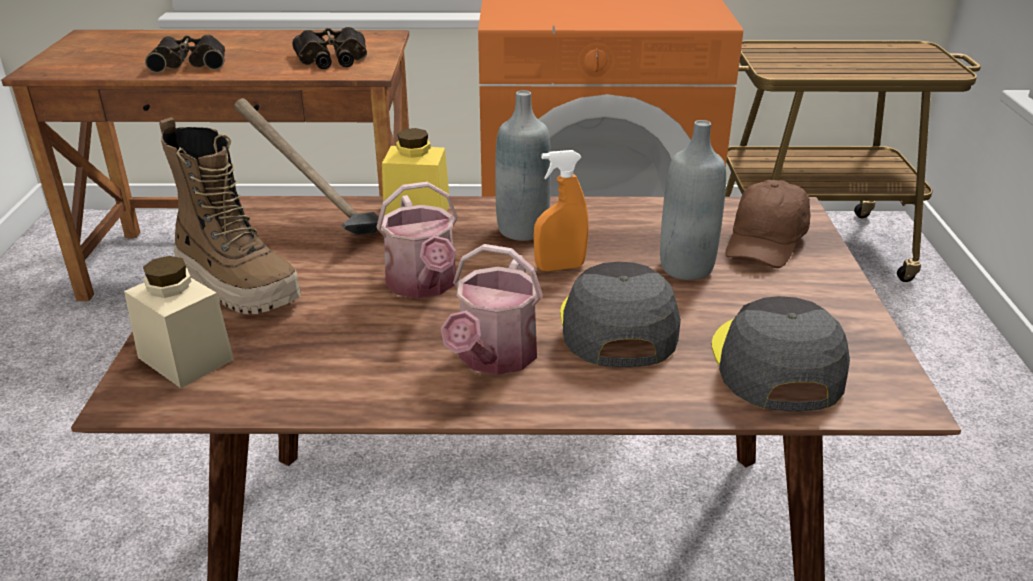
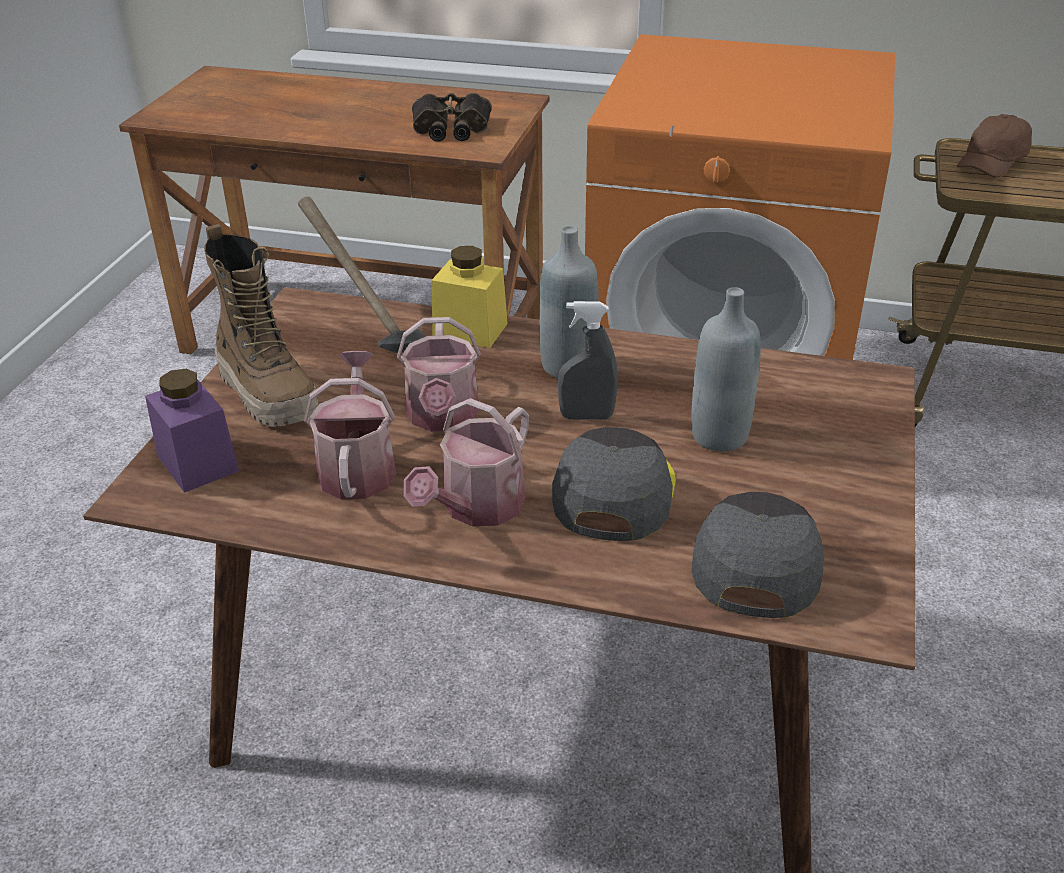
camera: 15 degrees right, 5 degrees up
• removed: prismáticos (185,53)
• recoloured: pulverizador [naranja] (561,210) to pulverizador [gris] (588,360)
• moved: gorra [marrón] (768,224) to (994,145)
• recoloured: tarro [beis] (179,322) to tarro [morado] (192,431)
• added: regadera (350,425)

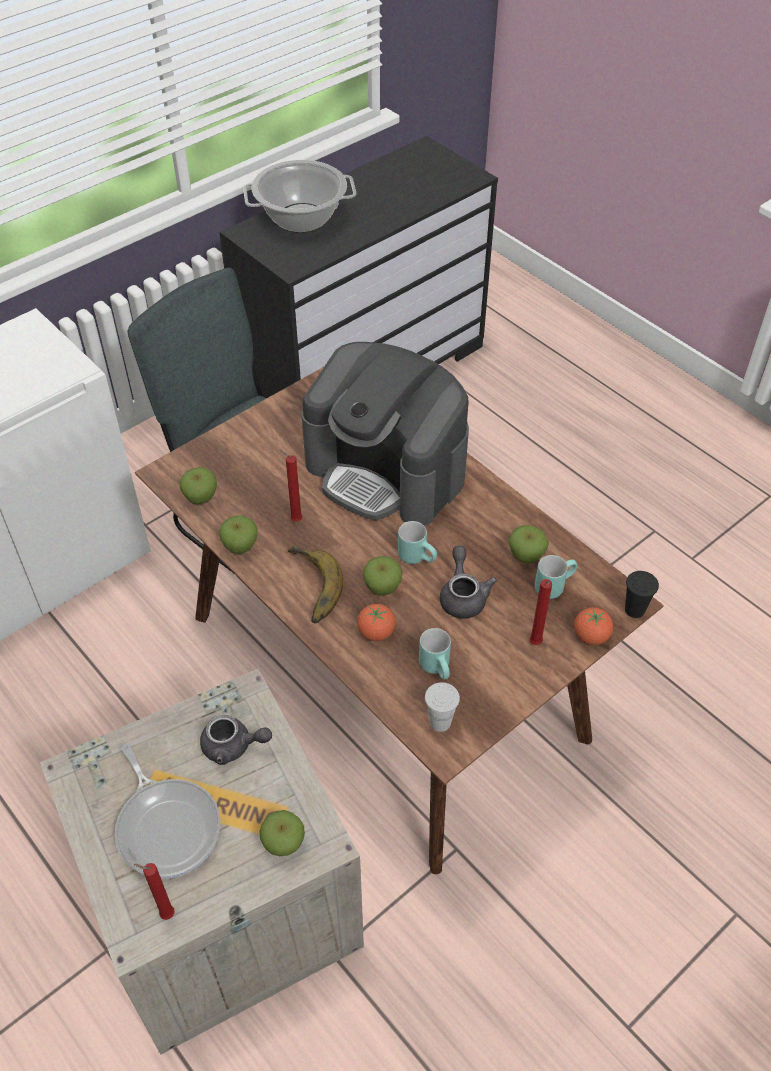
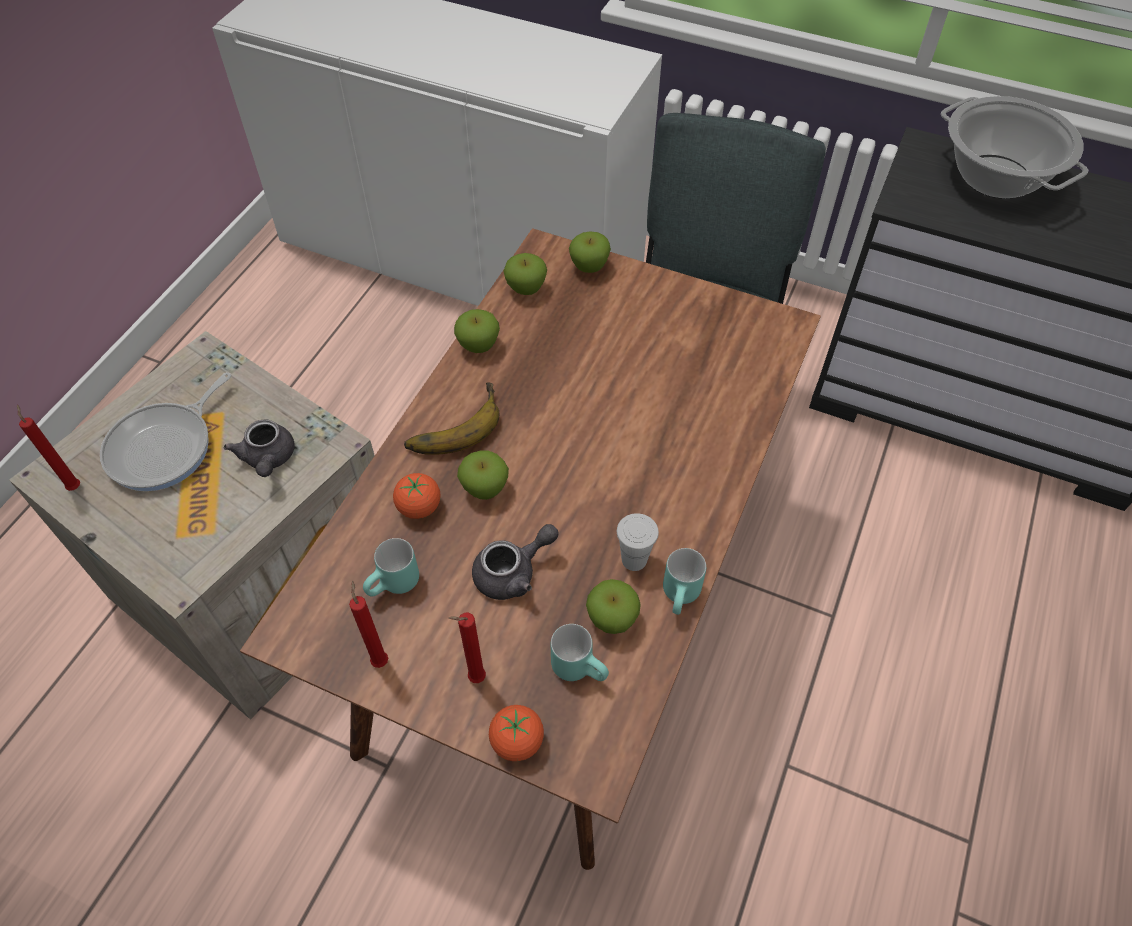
camera: 65 degrees right, 5 degrees up
• removed: cafetera (385,434)
• moved: vela [rojo] (291,486) to (368,624)
• moved: taza grande [turquesa] (417,542) to (684,581)
• removed: taza [negro] (642,594)
• moved: taza [blanco] (442,707) to (638,542)
• moved: manzana (282,833) to (590,252)

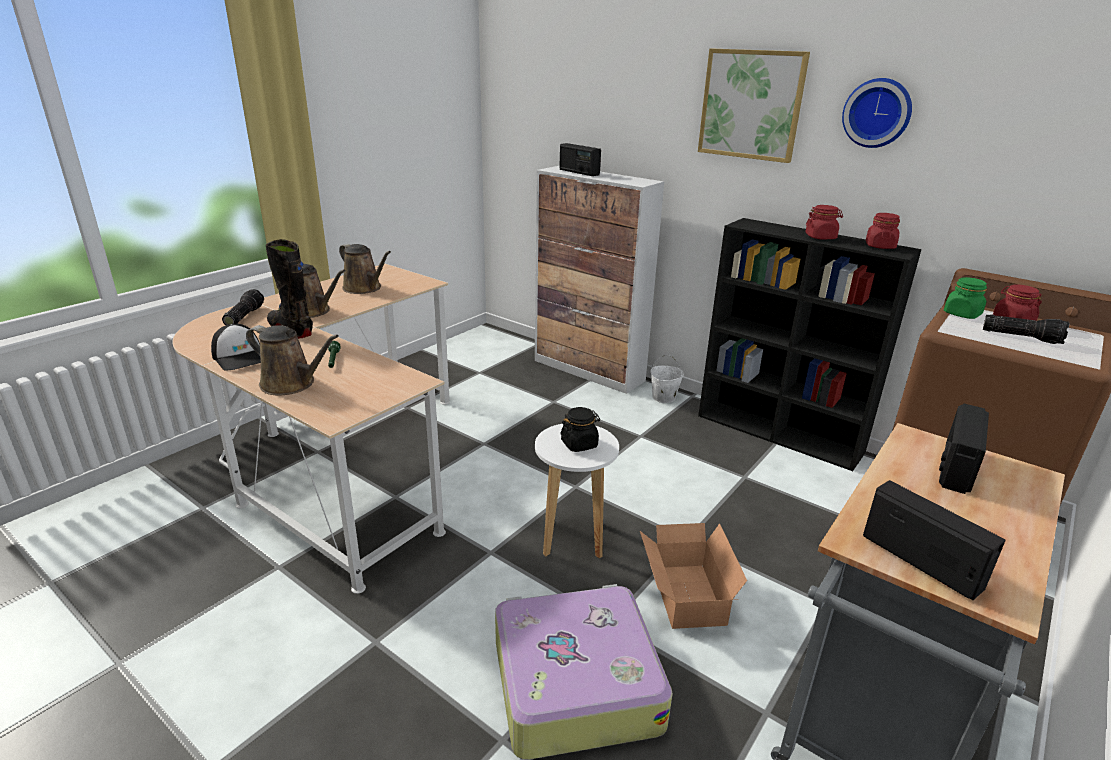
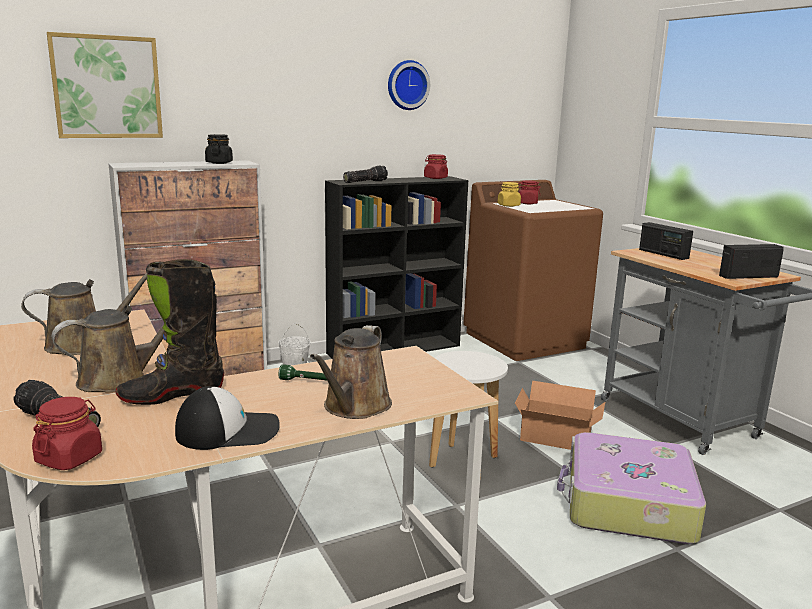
camera: 65 degrees left, 10 degrees down
• moved: cuadro (754,106) to (105,85)
• removed: radio (580,159)
• moved: tarro [rojo] (824,222) to (67,433)
• recoloured: tarro [verde] (965,298) to tarro [amarillo] (509,194)
• moved: linterna (1026,329) to (365,174)
• turned: regadera [marrón] (292,360) = (351,372) 150 degrees clockwise
• moved: tarro [negro] (580,429) to (219,149)

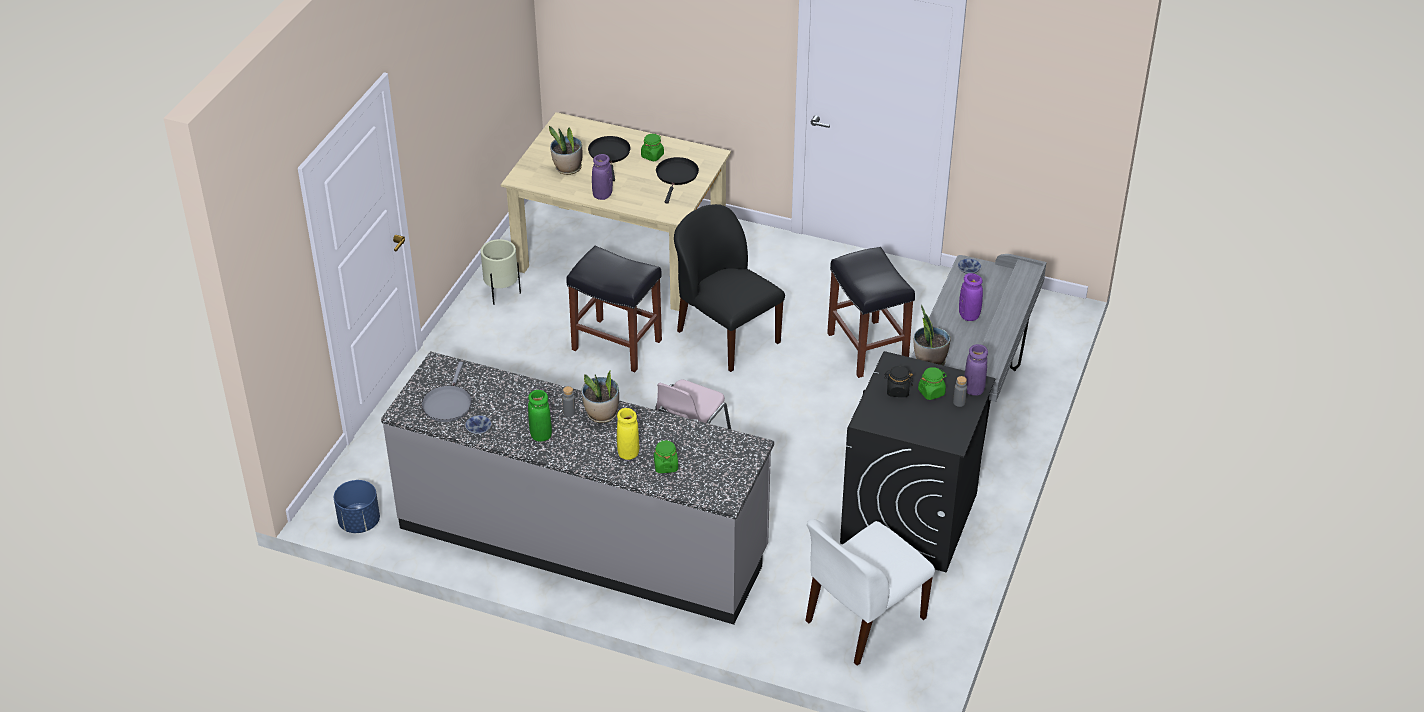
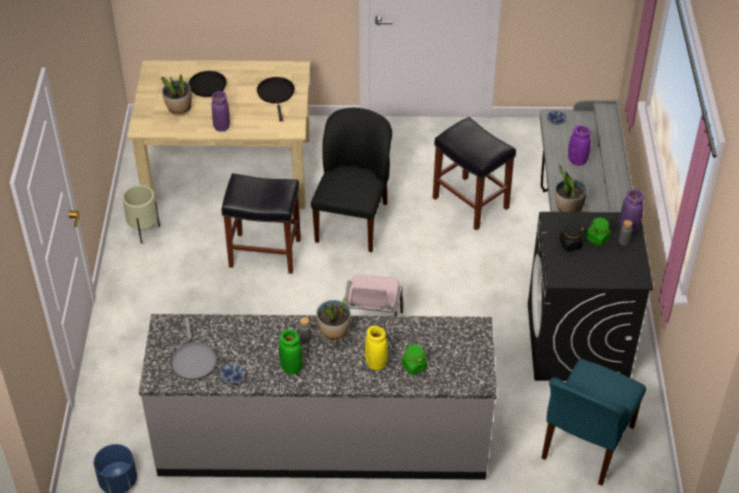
camera: 20 degrees left, 5 degrees up
• removed: tarro [verde] (652,147)
• turned: silla [negro] (729,288) = (351,180) 75 degrees clockwise
• recoloured: silla [blanco] (870,592) to silla [azul] (594,422)

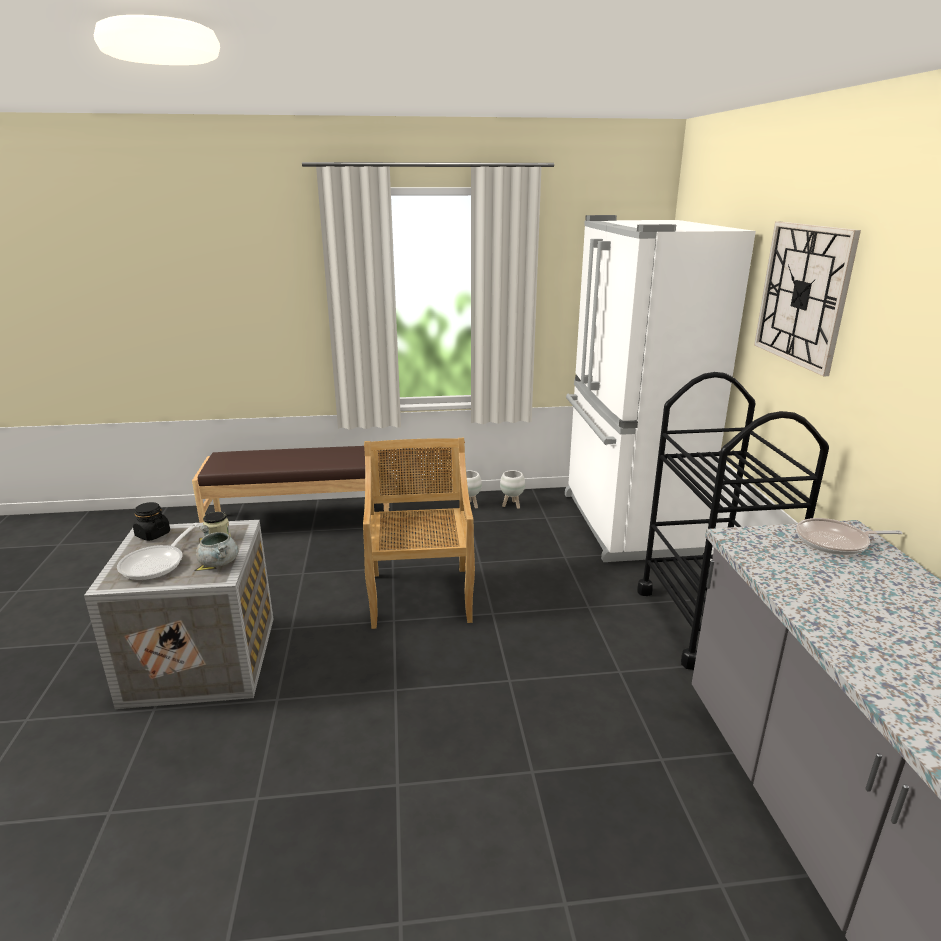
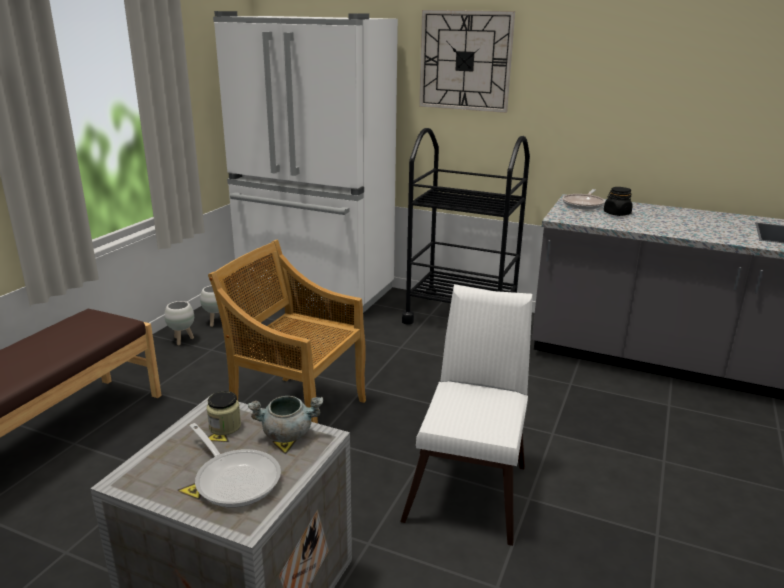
camera: 60 degrees left, 0 degrees up
• moved: tarro [negro] (151,521) to (618,201)
• added: silla [blanco] (466,415)

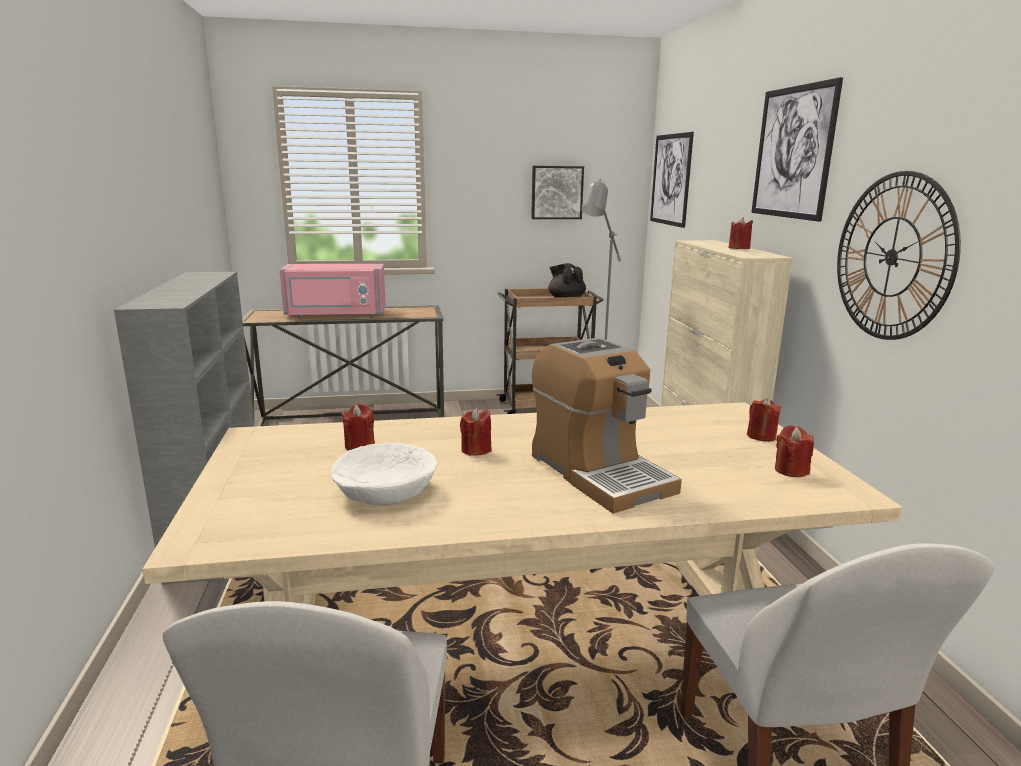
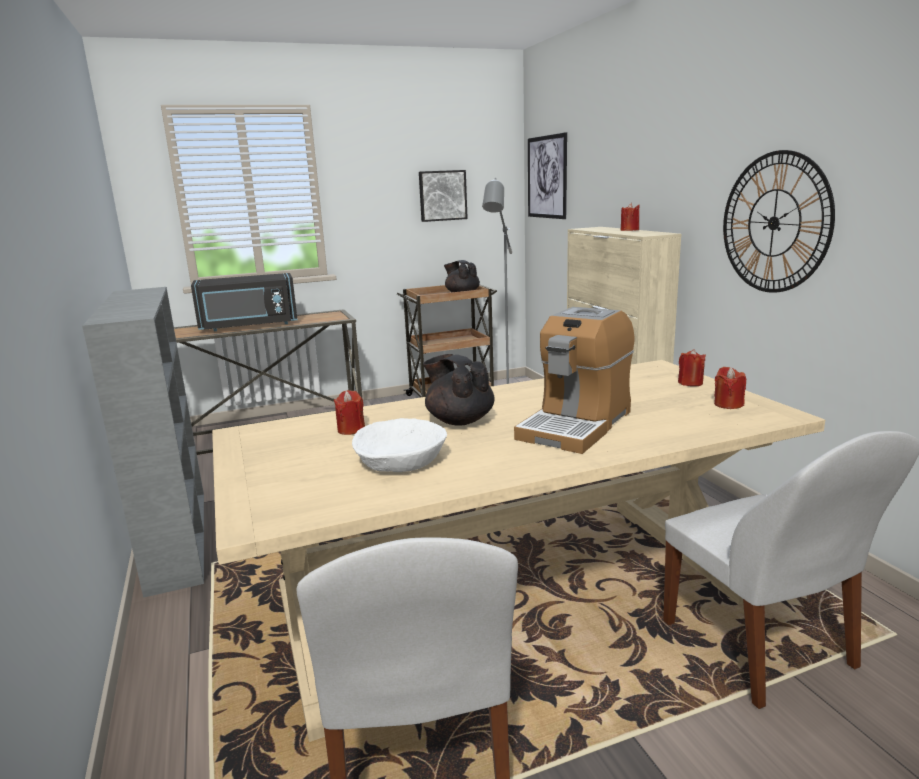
camera: 10 degrees left, 0 degrees up
• removed: cuadro (797,149)
• recoloured: microondas [rosa] (333,291) to microondas [negro] (244,302)
• turned: cafetera (607,425) = (574,380) 75 degrees clockwise
• replaced: vela [rojo] (476,432) to tetera [negro] (459,390)

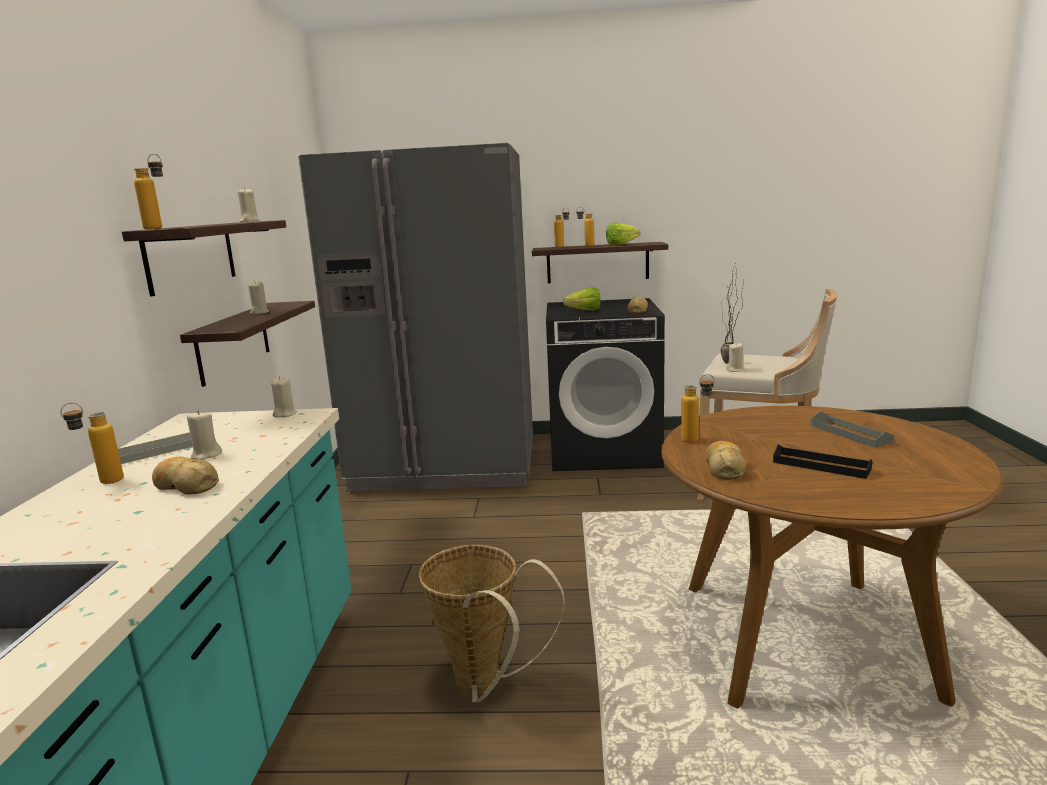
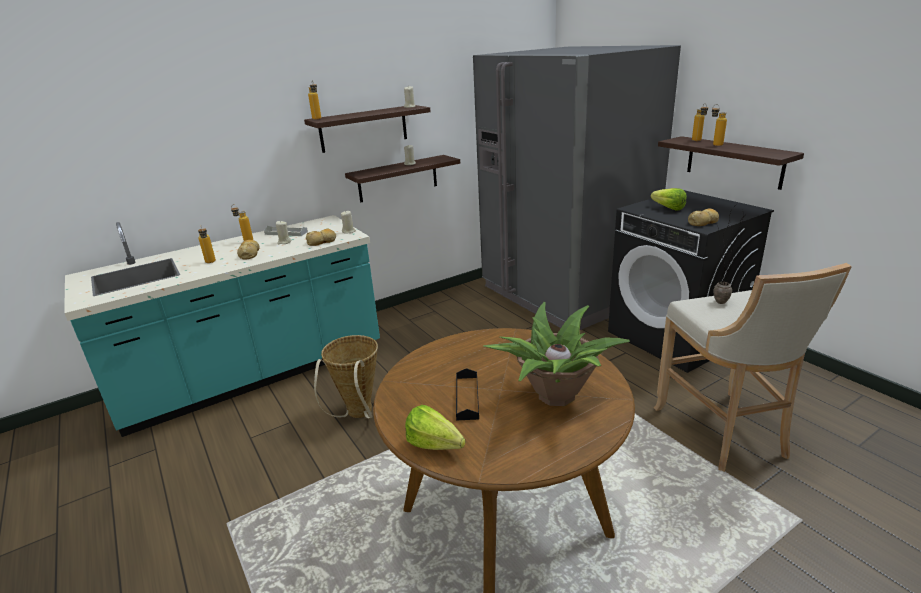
camera: 55 degrees right, 10 degrees up
• moved: lechuga (623,234) to (435,427)
• removed: vela [beis] (735,357)
• moved: botella (698,408) to (207,245)
• replaced: bandeja [gris] (852,429) to planta en maceta (556,354)
• moved: pan (725,460) to (321,237)

